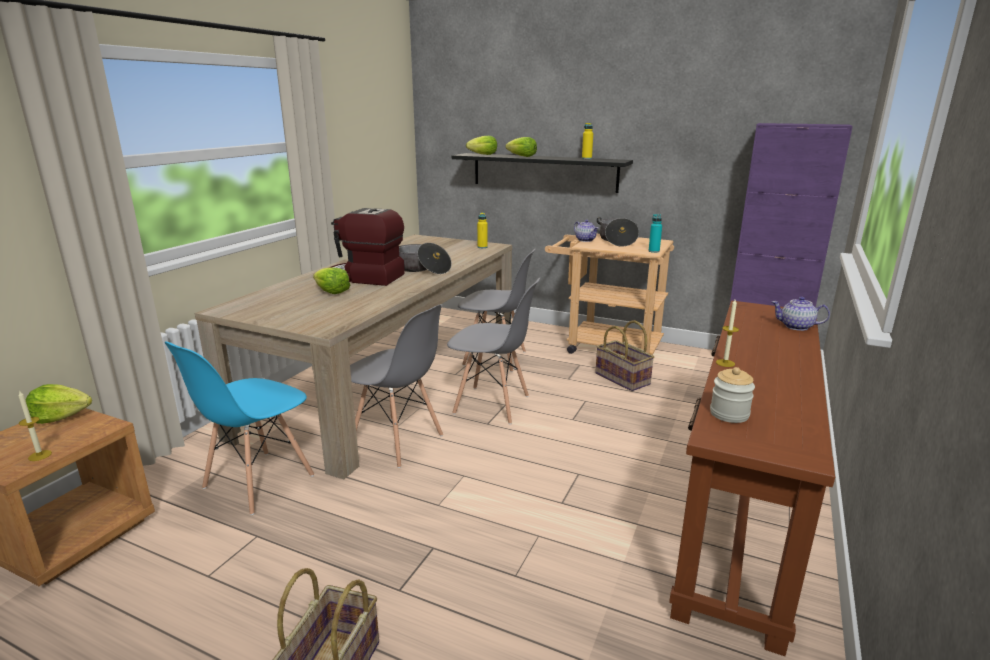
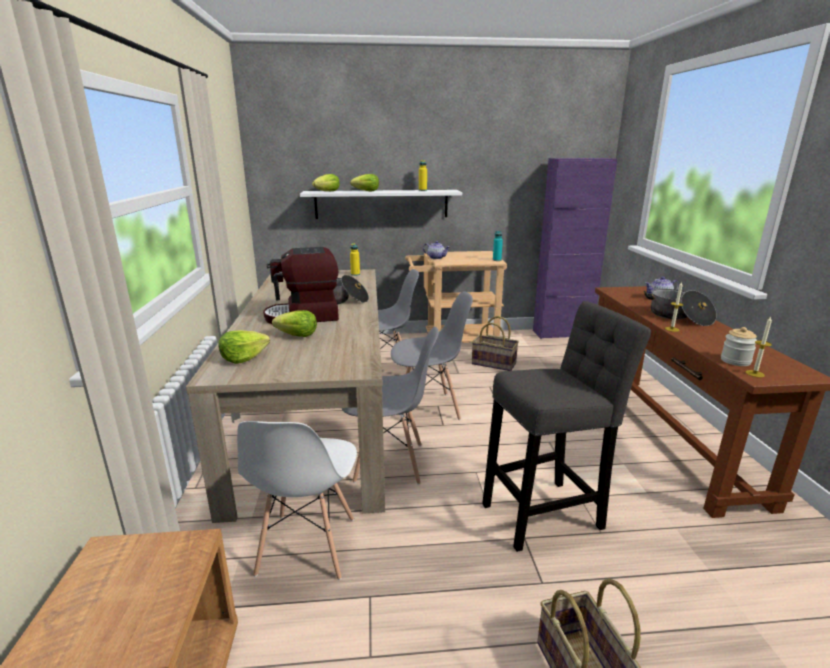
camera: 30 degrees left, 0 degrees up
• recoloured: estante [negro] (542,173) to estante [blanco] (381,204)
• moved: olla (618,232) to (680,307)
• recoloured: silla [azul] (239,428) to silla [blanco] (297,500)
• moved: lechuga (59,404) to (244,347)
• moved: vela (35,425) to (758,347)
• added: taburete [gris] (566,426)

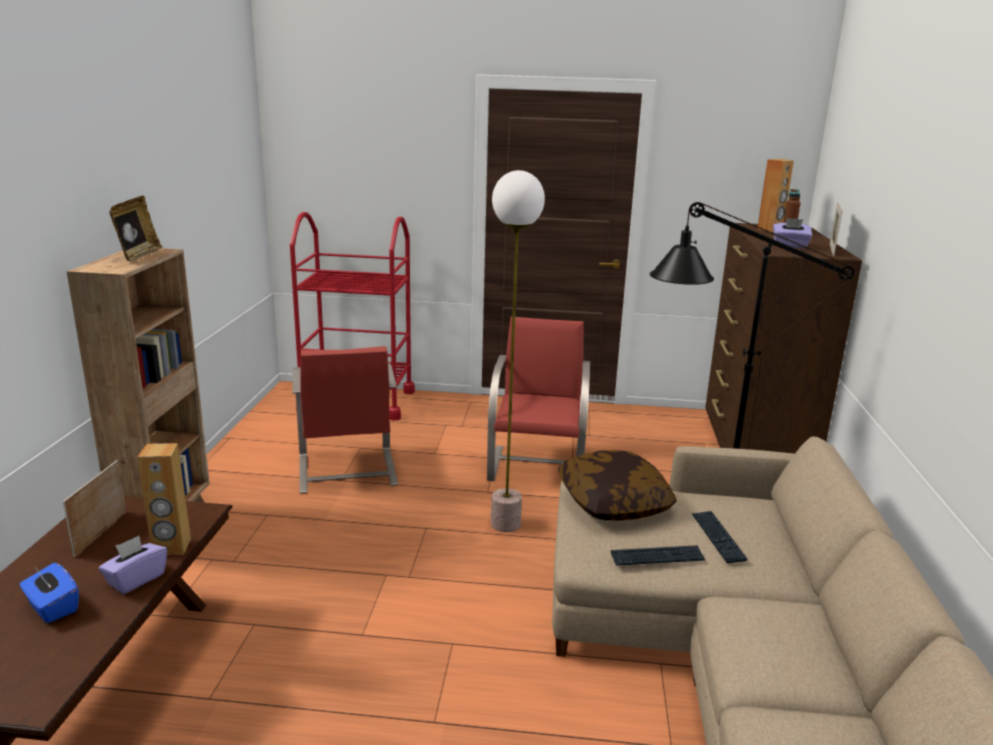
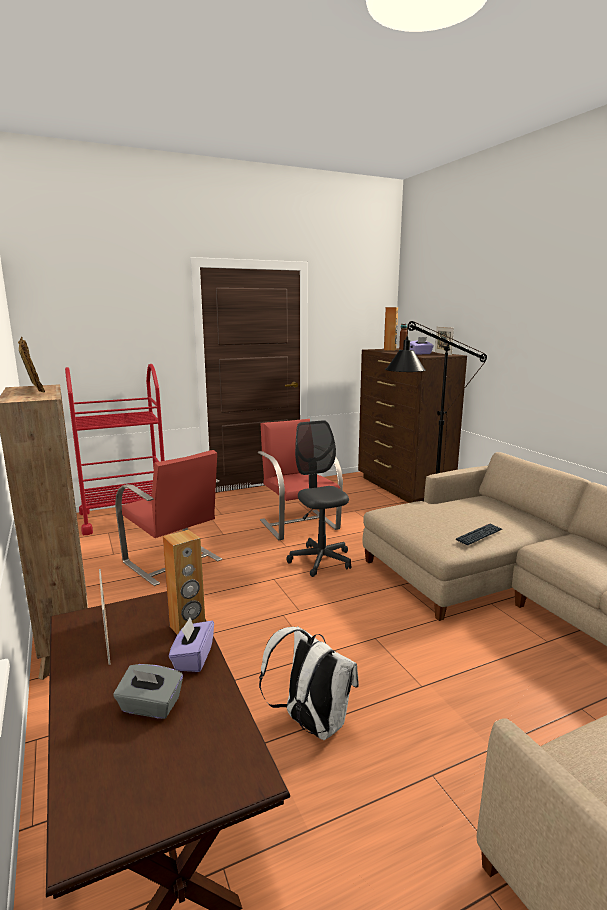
camera: 30 degrees left, 5 degrees down
• replaced: lámpara de pie (518,351) to silla de oficina [gris] (318,498)
• removed: cojín (617,485)
• removed: teclado (719,537)
• recoloured: caja de pañuelos [azul] (49,593) to caja de pañuelos [gris] (148,691)
• added: mochila [blanco] (309,683)

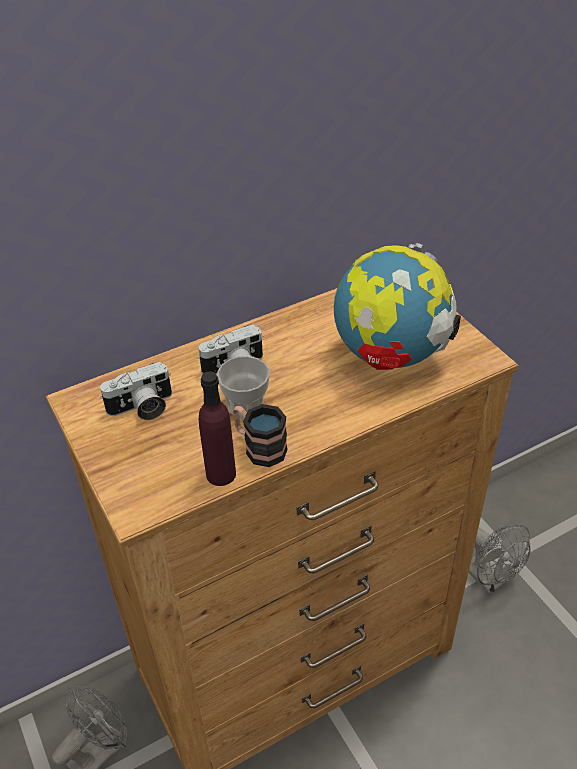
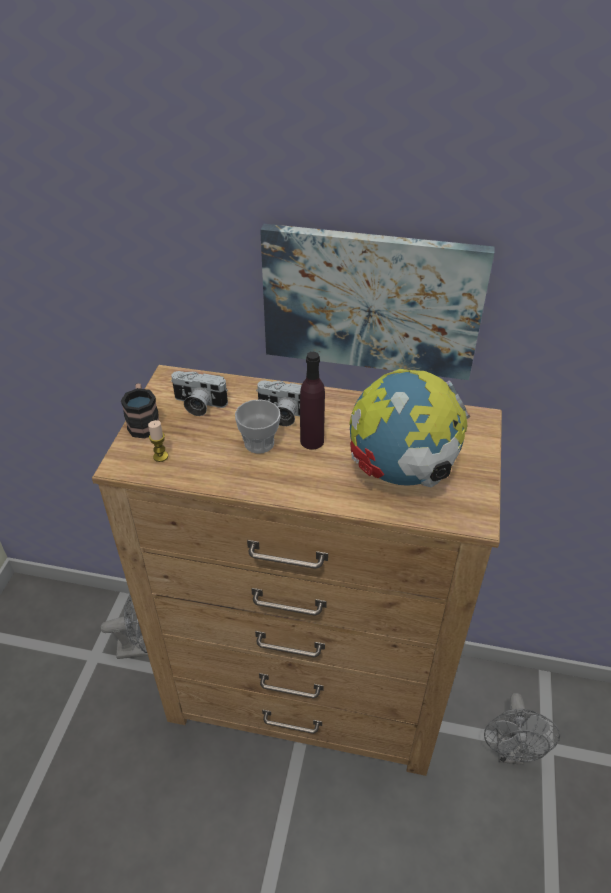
camera: 40 degrees right, 0 degrees up
• moved: botella [morado] (217,428) to (312,401)
• moved: taza grande (260,435) to (140,411)
• added: cuadro (377,302)
• added: vela (158,441)

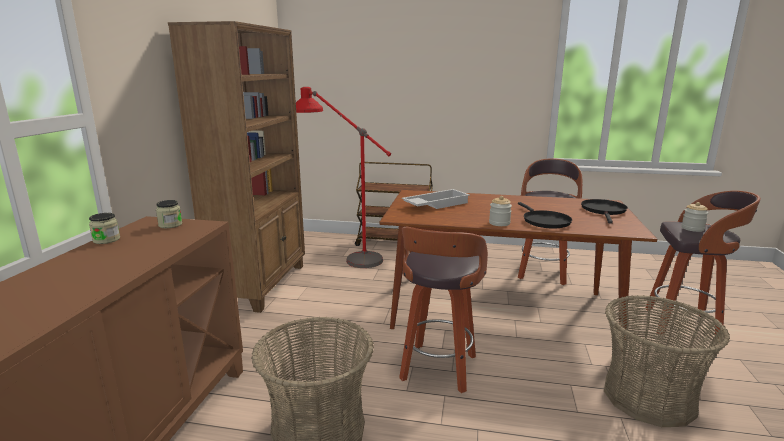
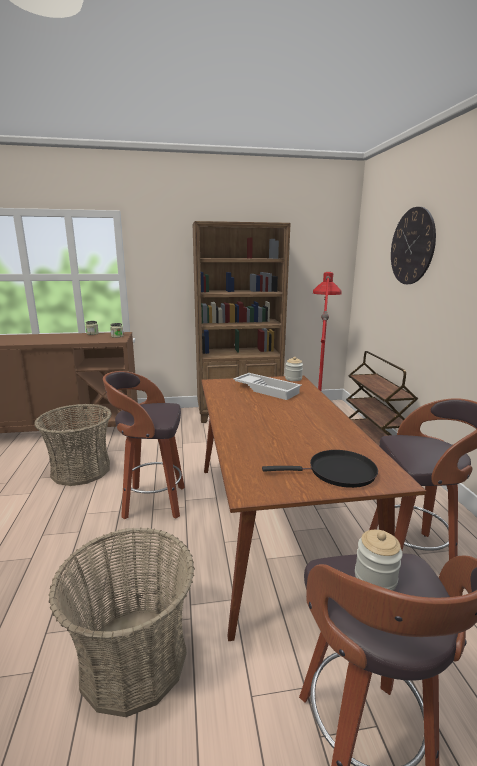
camera: 70 degrees right, 0 degrees up
• moved: tarro (500,211) to (294,369)
• removed: sartén [negro] (545,215)
• added: reloj de pared (413,245)

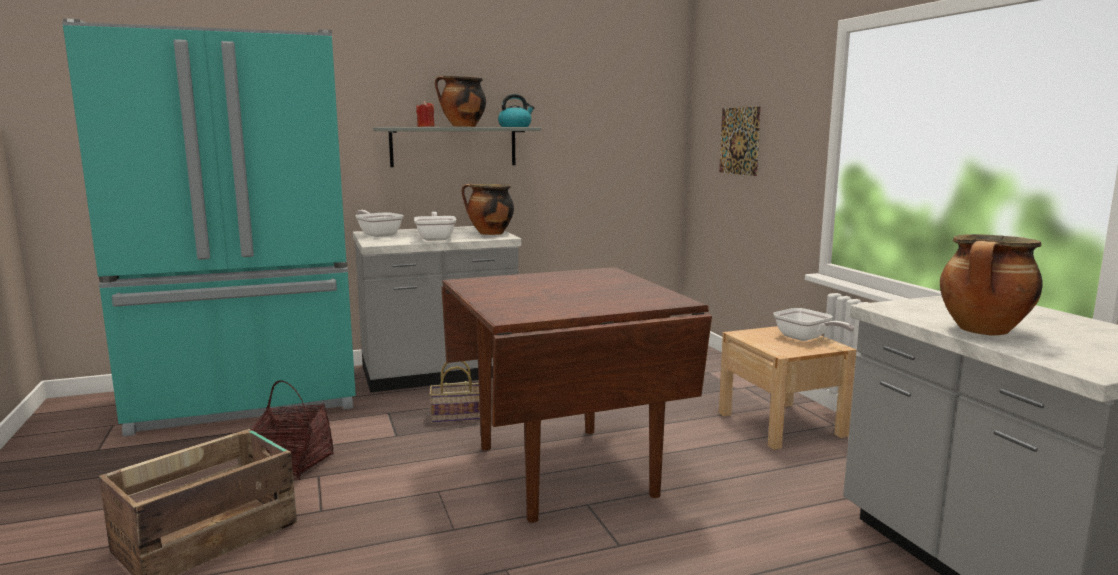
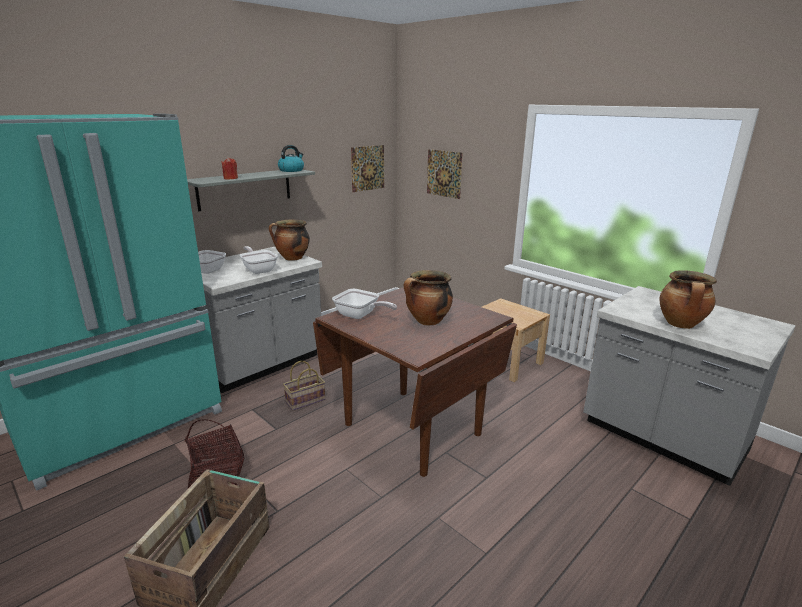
camera: 25 degrees left, 10 degrees up
• moved: olla (460,101) to (428,297)
• moved: sartén (814,324) to (364,304)
• added: cuadro (367,168)

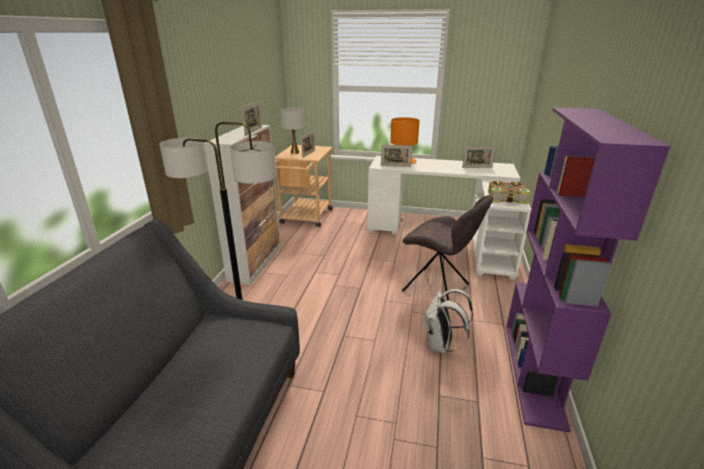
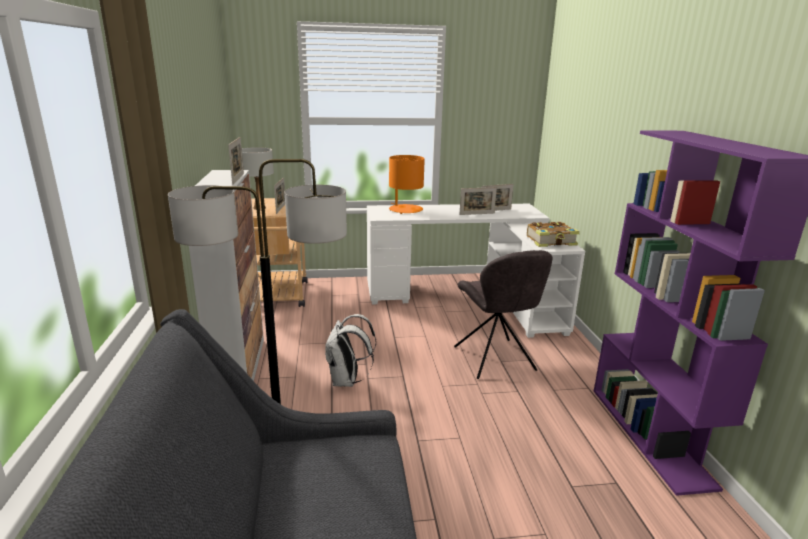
camera: 20 degrees left, 5 degrees down
• moved: portarretratos (396,156) to (478,201)
• turned: silla [gris] (447,247) = (503,314) 60 degrees clockwise
• moved: mochila [blanco] (448,321) to (350,350)

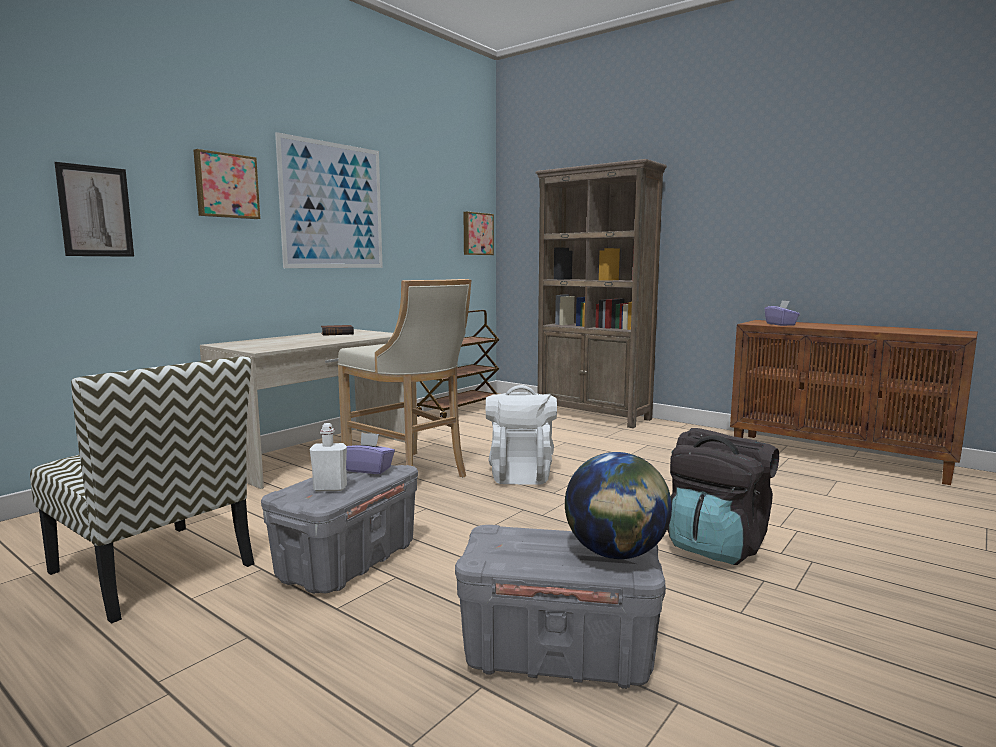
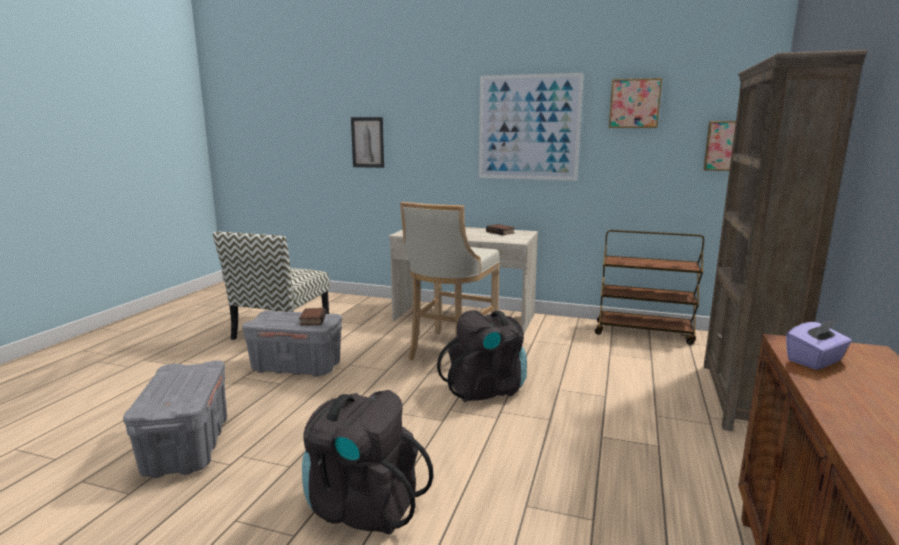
camera: 70 degrees right, 5 degrees up
• moved: cuadro (226,184) to (635,103)
• recoloured: mochila [blanco] (521,434) to mochila [negro] (482,356)
• removed: botella [blanco] (328,457)
• replaced: caja de pañuelos [morado] (370,453) to libro (313,316)
• removed: globo terráqueo (618,505)

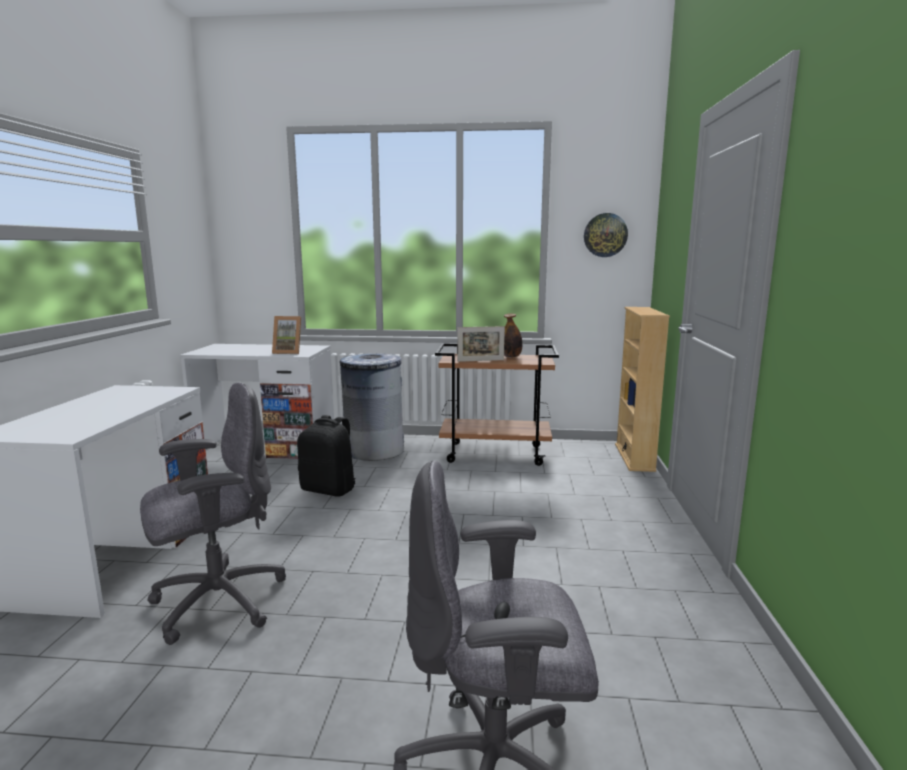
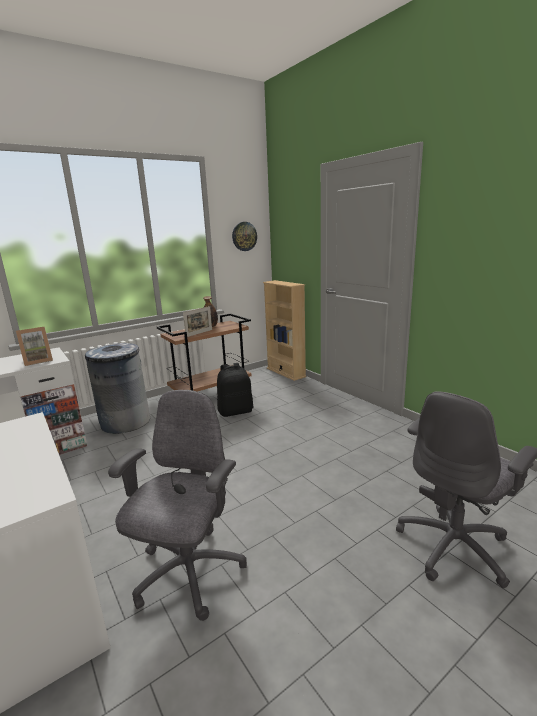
camera: 40 degrees left, 5 degrees up
• moved: mochila [negro] (326,456) to (235,390)

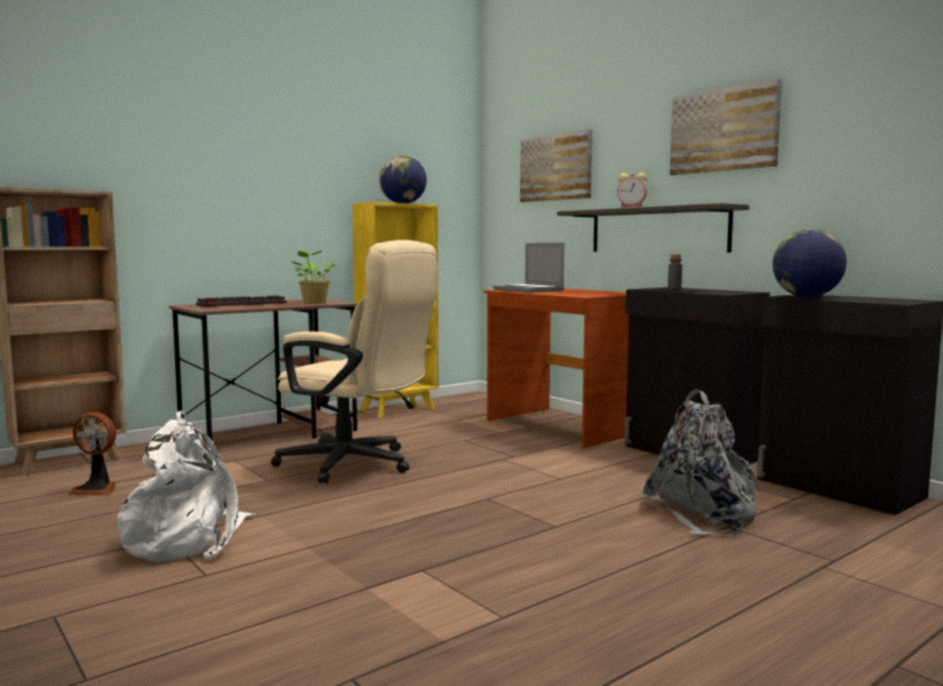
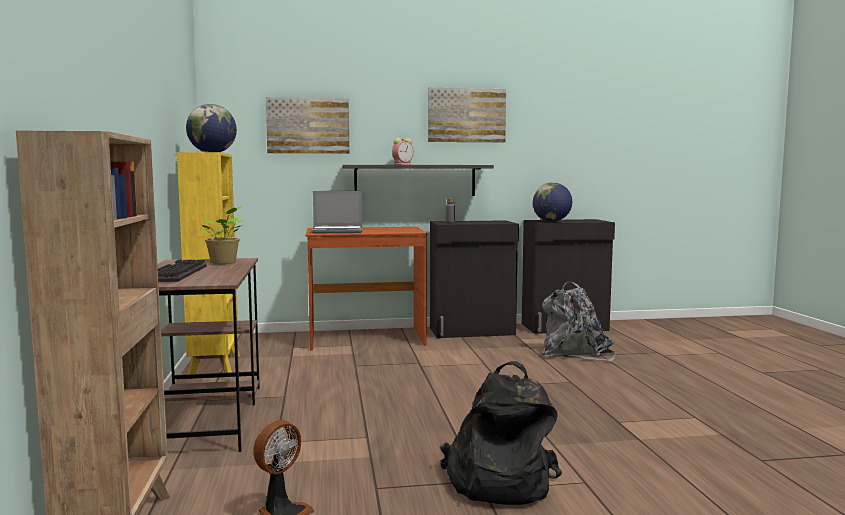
camera: 60 degrees left, 0 degrees up
• removed: silla de oficina [beis] (354,362)
• recoloured: mochila [blanco] (186,486) to mochila [negro] (501,433)

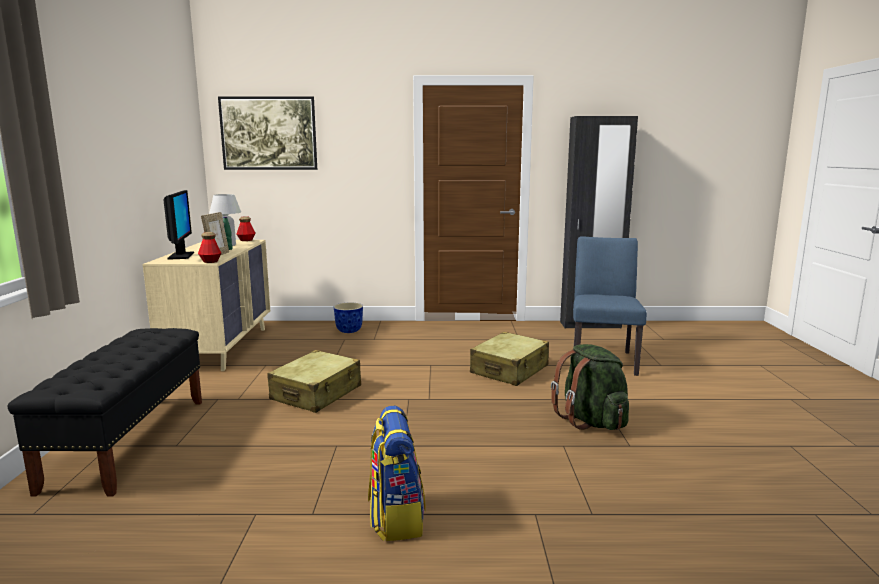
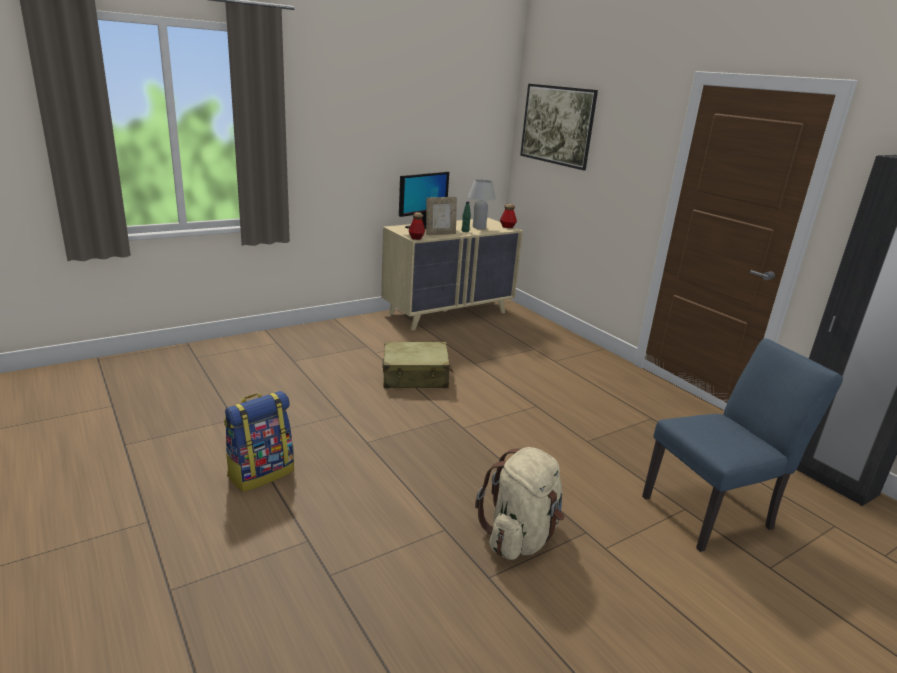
camera: 55 degrees right, 10 degrees up
• removed: maceta (348,318)
• removed: banco [negro] (105,412)
• removed: maleta [beis] (509,359)
• recoloured: mochila [verde] (590,387) to mochila [beis] (520,503)

